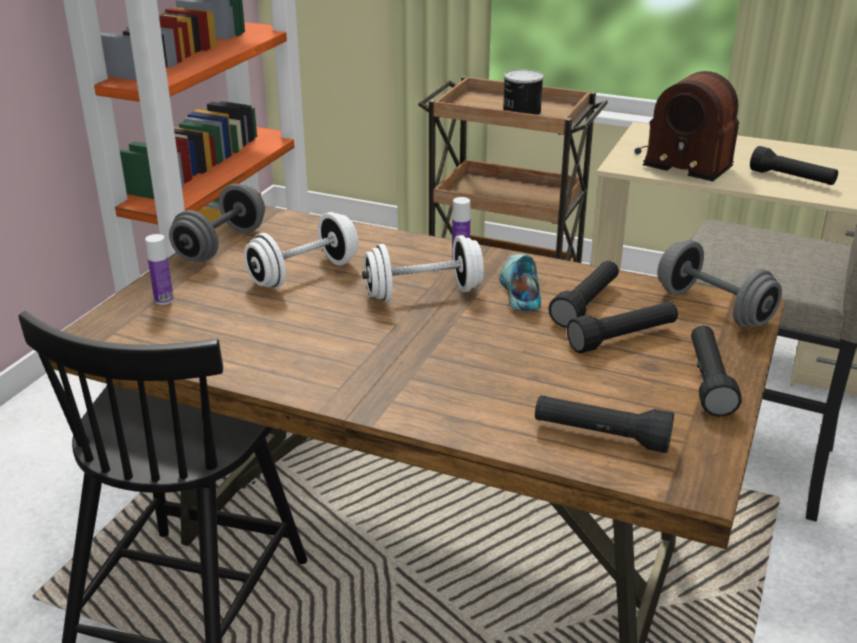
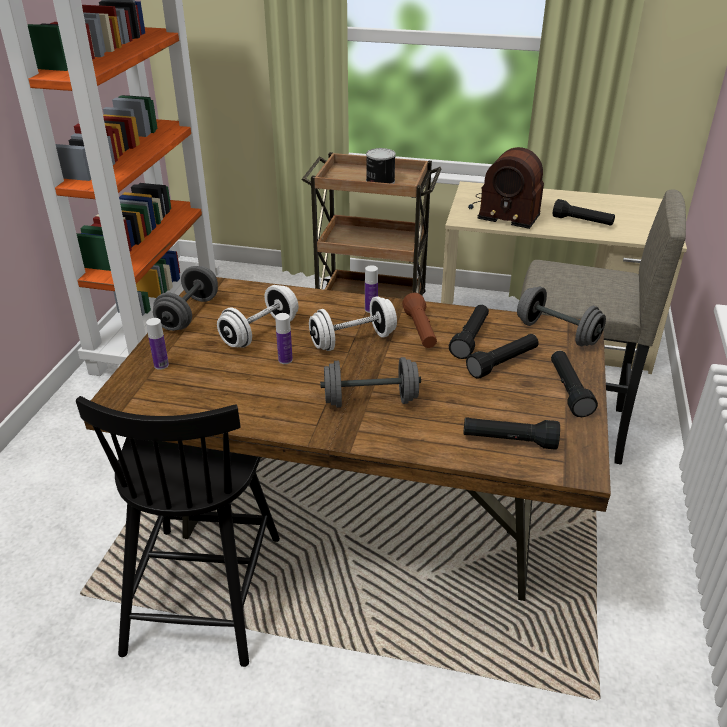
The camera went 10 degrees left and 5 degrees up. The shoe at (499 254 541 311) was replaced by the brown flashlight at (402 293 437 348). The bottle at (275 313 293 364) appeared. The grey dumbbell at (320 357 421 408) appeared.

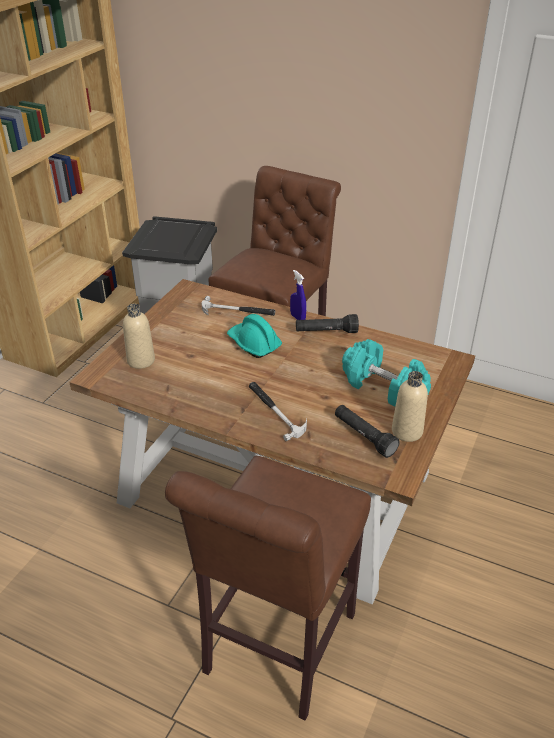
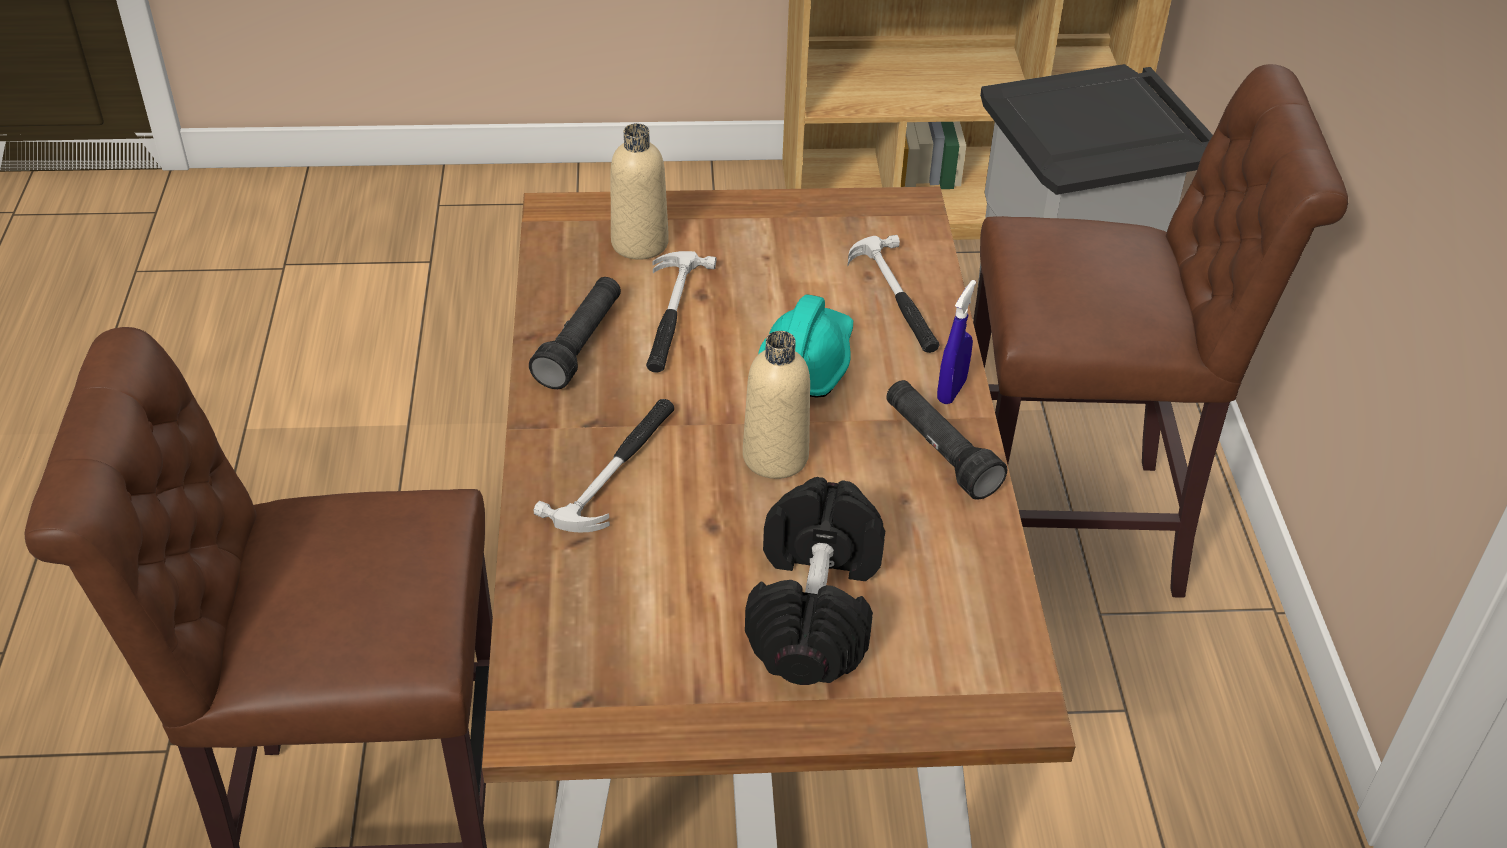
The camera went 60 degrees right and 5 degrees up. The turquoise dumbbell at (342 339 431 406) became the black dumbbell at (745 477 885 685). The beige bottle moved from (392 371 428 442) to (743 331 810 479). The black flashlight moved from (335 405 400 458) to (529 277 621 389). The hammer at (646 251 717 373) appeared.

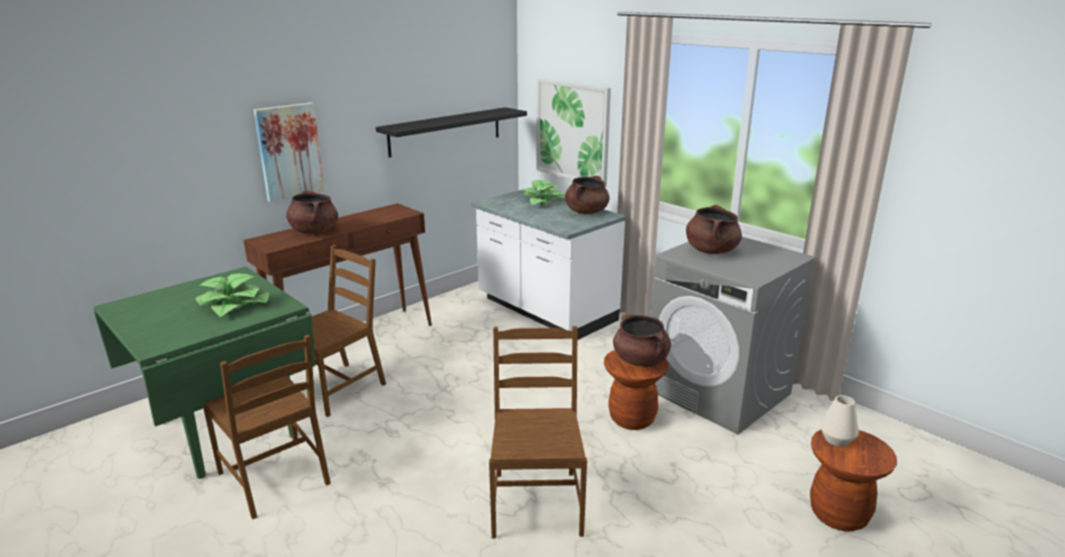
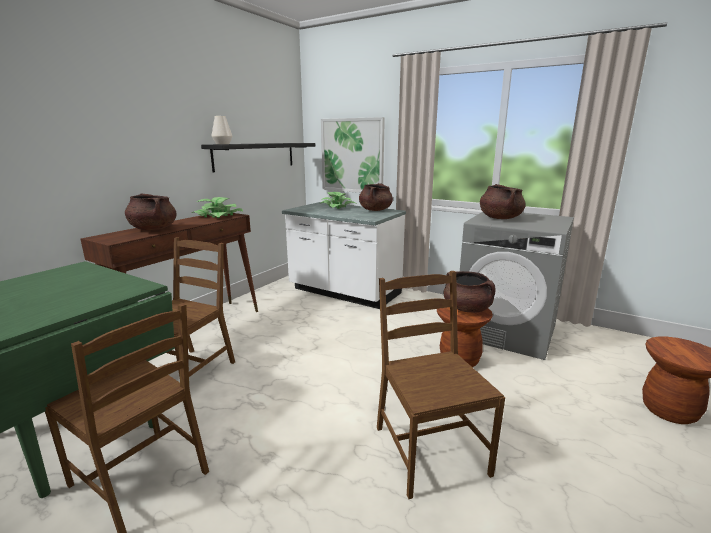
The camera went 15 degrees left and 5 degrees down. The picture at (254 103 324 202) disappeared. The potted plant moved from (196 273 270 317) to (192 197 243 218). The white vase moved from (820 395 859 447) to (212 116 233 144).

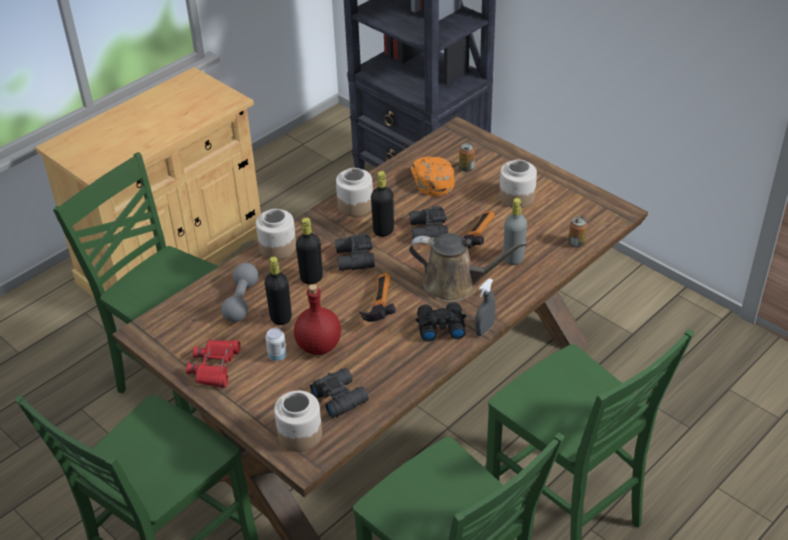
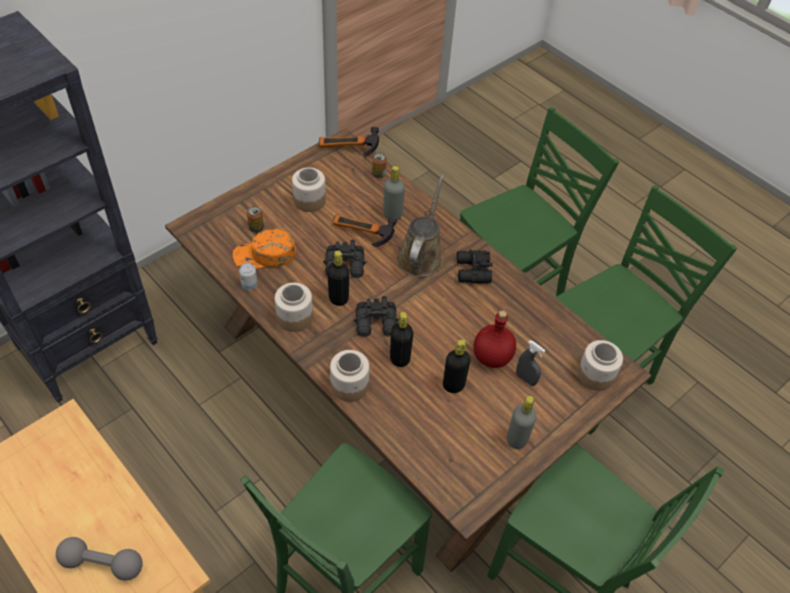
The camera went 90 degrees left and 10 degrees up. The grey dumbbell moved from (221 263 259 322) to (56 537 143 581). The hammer moved from (359 272 396 322) to (319 127 379 157). The grey spray bottle moved from (475 279 496 336) to (516 340 545 386). The can moved from (265 328 287 361) to (239 262 258 290). The red binoculars at (186 340 240 388) was replaced by the grey bottle at (507 395 537 449). The black binoculars at (310 368 369 418) disappeared.

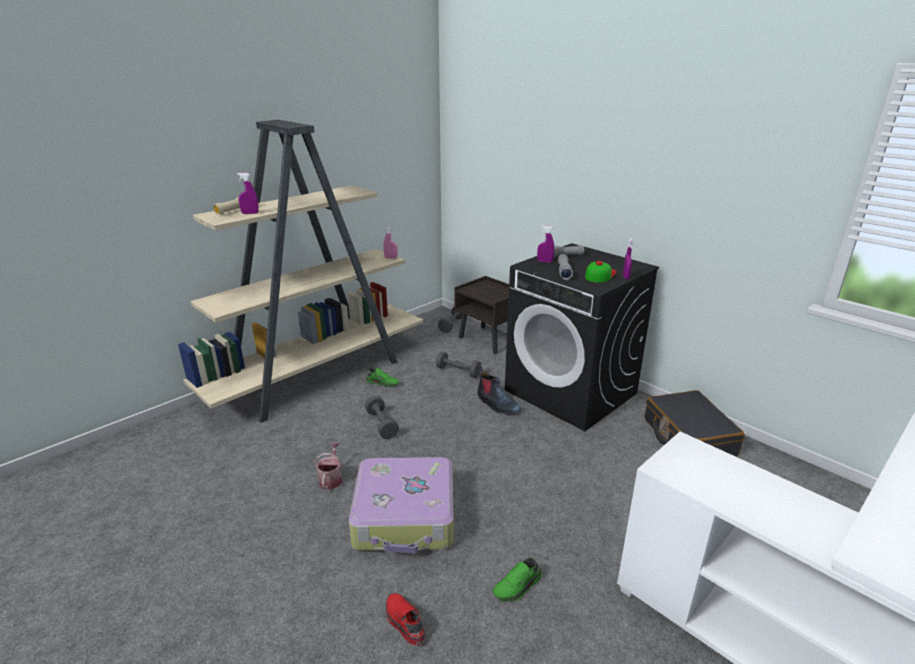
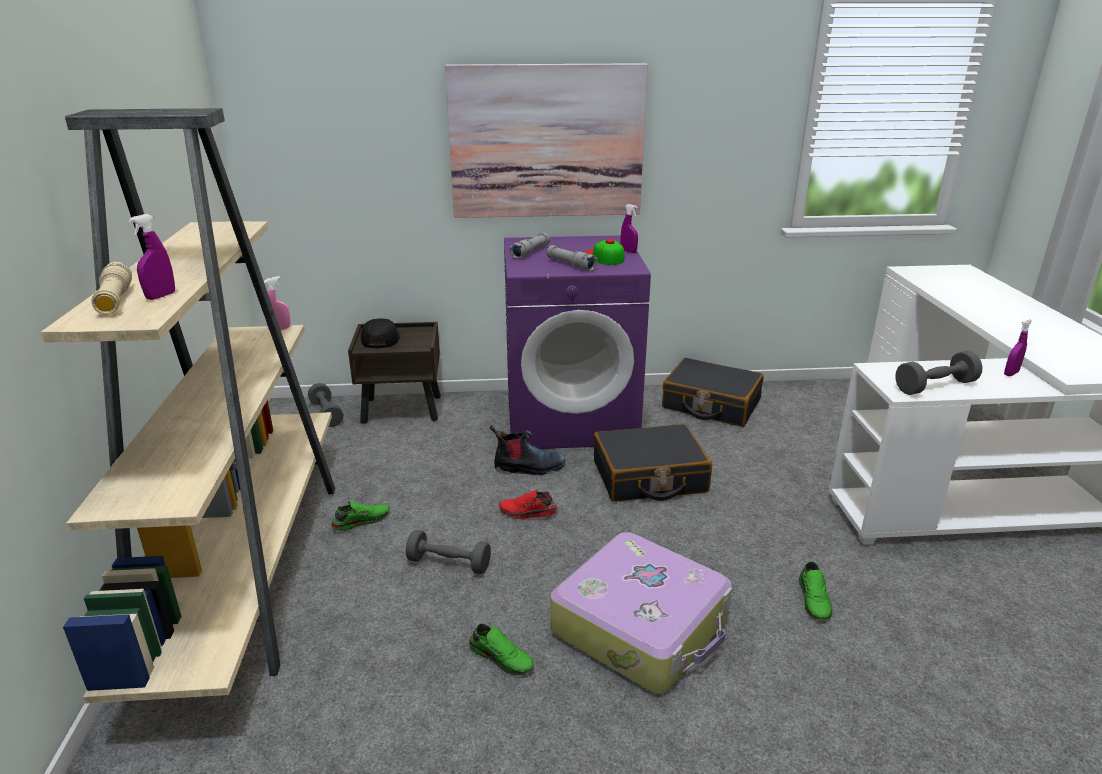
The camera went 50 degrees left and 0 degrees up. The purple spray bottle moved from (537 225 554 263) to (1004 319 1032 376). The black washing machine at (505 243 659 431) became the purple washing machine at (504 235 651 449). The grey dumbbell moved from (436 352 481 378) to (895 351 983 395). The watering can at (315 443 342 489) was replaced by the green shoe at (469 624 534 675). The red shoe moved from (386 593 426 645) to (499 490 558 519). The picture at (445 63 648 218) appeared. The black cap at (361 319 401 348) appeared. The black suitcase at (594 424 712 502) appeared.

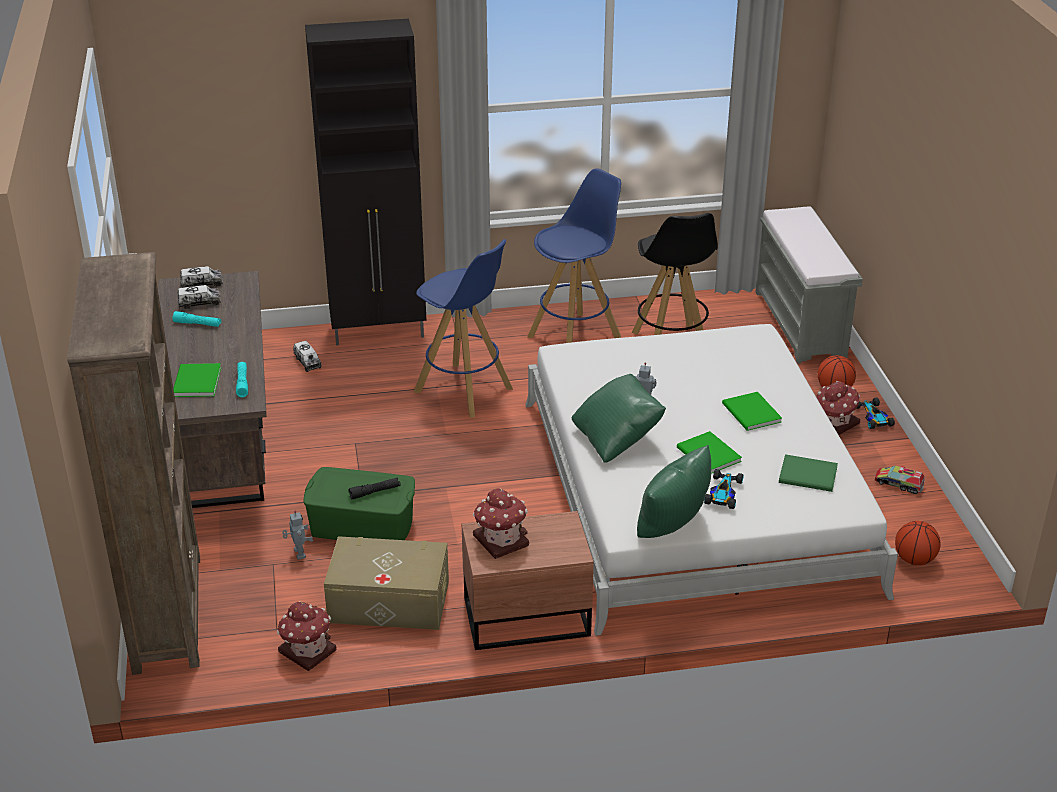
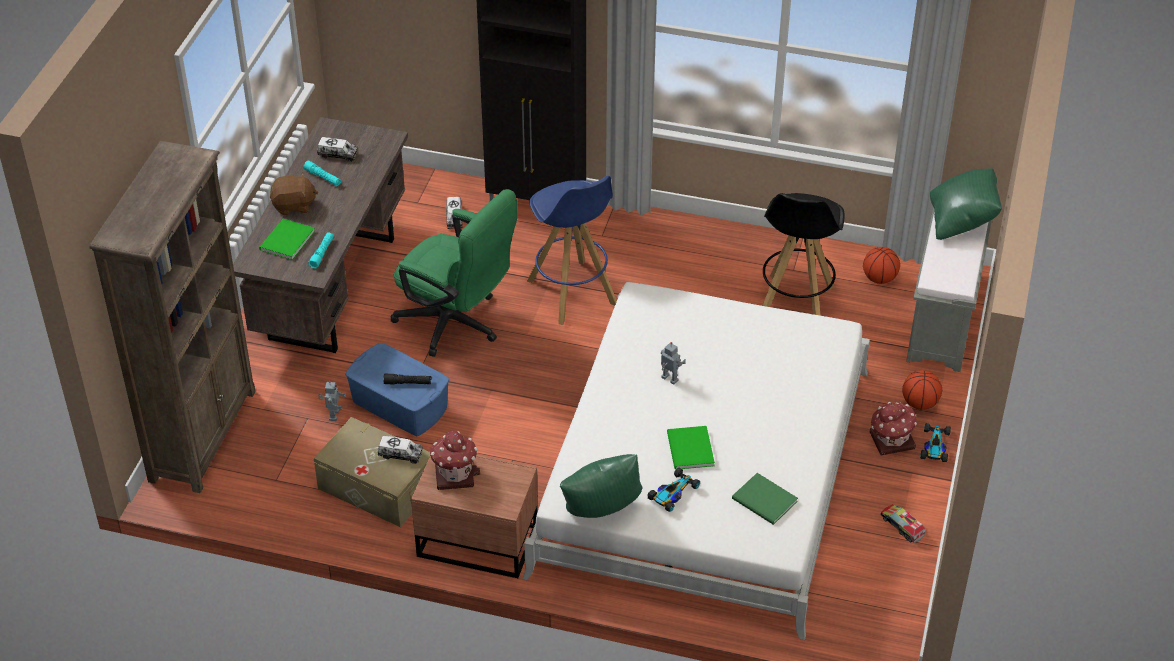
The camera went 25 degrees right and 10 degrees up. The blue stool at (527 168 621 343) disappeared. The toy truck moved from (180 266 223 288) to (378 436 423 464). The green pillow moved from (571 374 666 463) to (930 168 1002 240). The green book at (722 392 782 431) disappeared. The green storage box at (304 467 415 540) became the blue storage box at (345 343 449 436). The basketball moved from (895 521 940 565) to (863 247 900 284). The toy house at (277 601 336 671) disappeared. The brown plush toy at (270 173 318 215) appeared. The green office chair at (391 189 518 357) appeared.

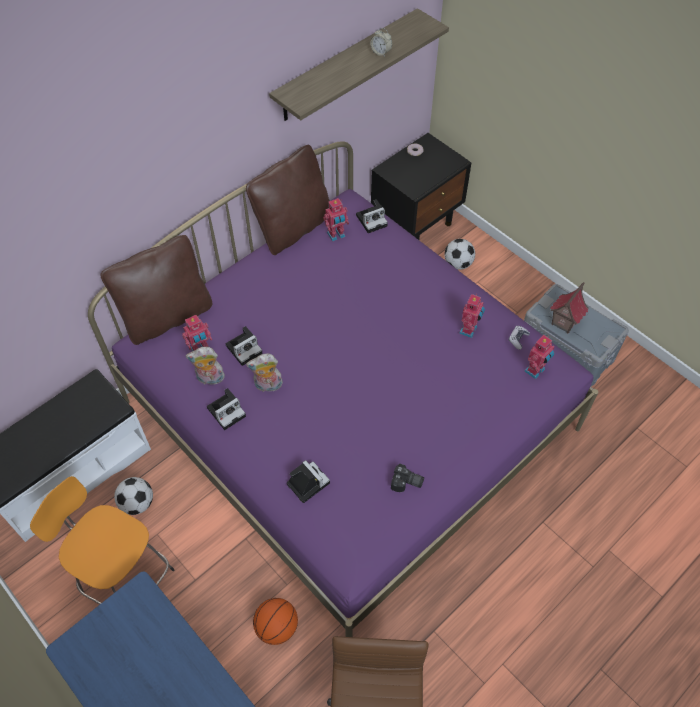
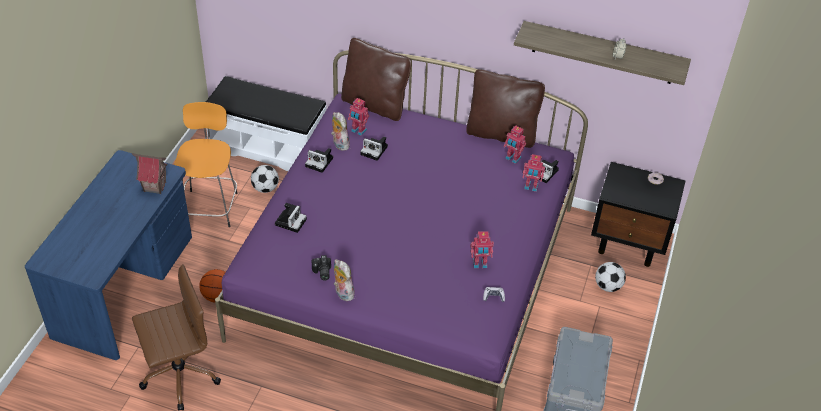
The camera went 60 degrees right and 10 degrees down. The toy house moved from (550 282 589 333) to (132 153 168 194). The toy robot moved from (524 335 554 379) to (523 154 545 192). The plush toy moved from (246 353 283 392) to (334 259 355 301).

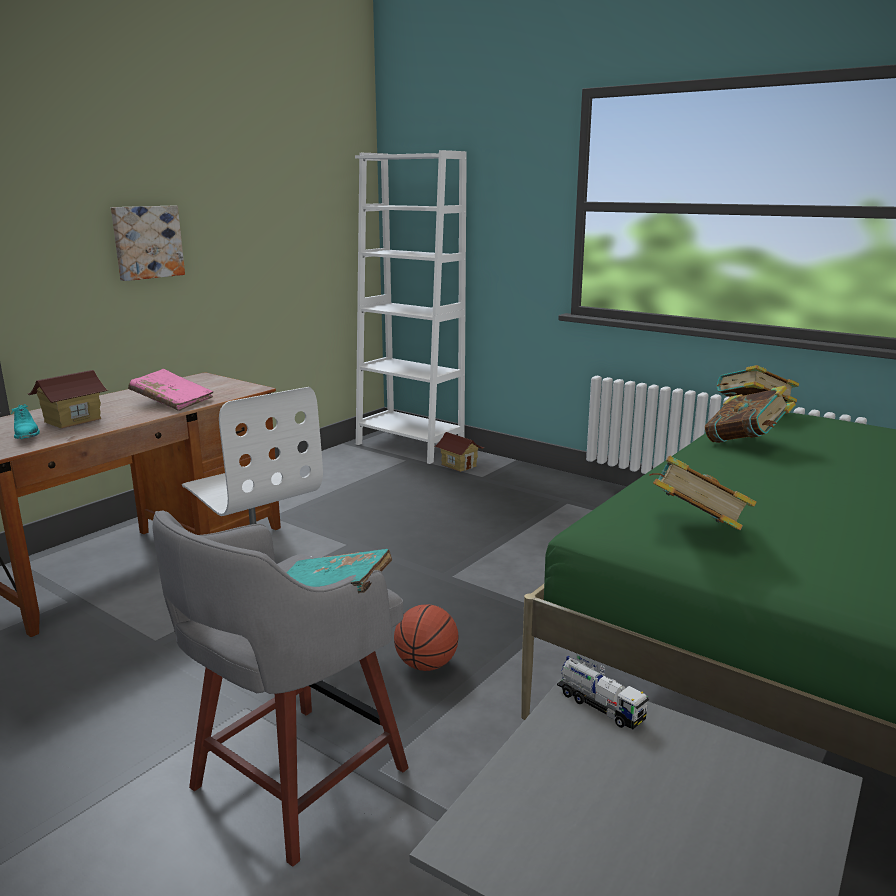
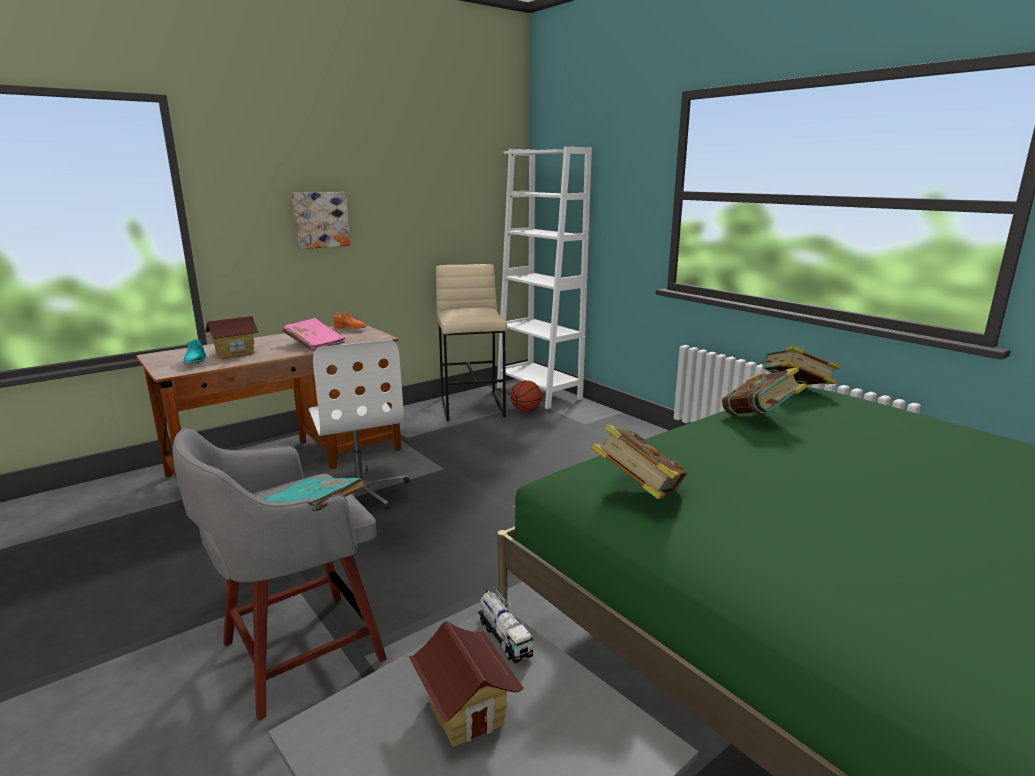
The camera went 15 degrees right and 0 degrees up. The toy house moved from (435 432 484 472) to (409 621 524 747). The basketball moved from (394 604 459 671) to (510 380 542 412). The beige stool at (436 264 507 422) appeared. The orange shoe at (333 310 367 329) appeared.

